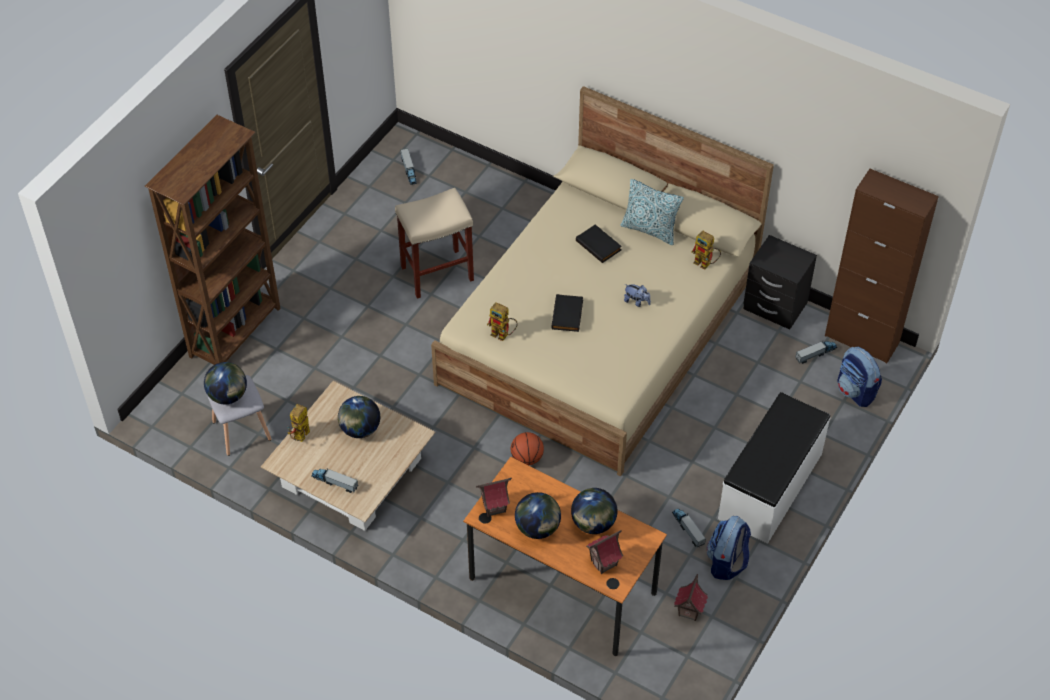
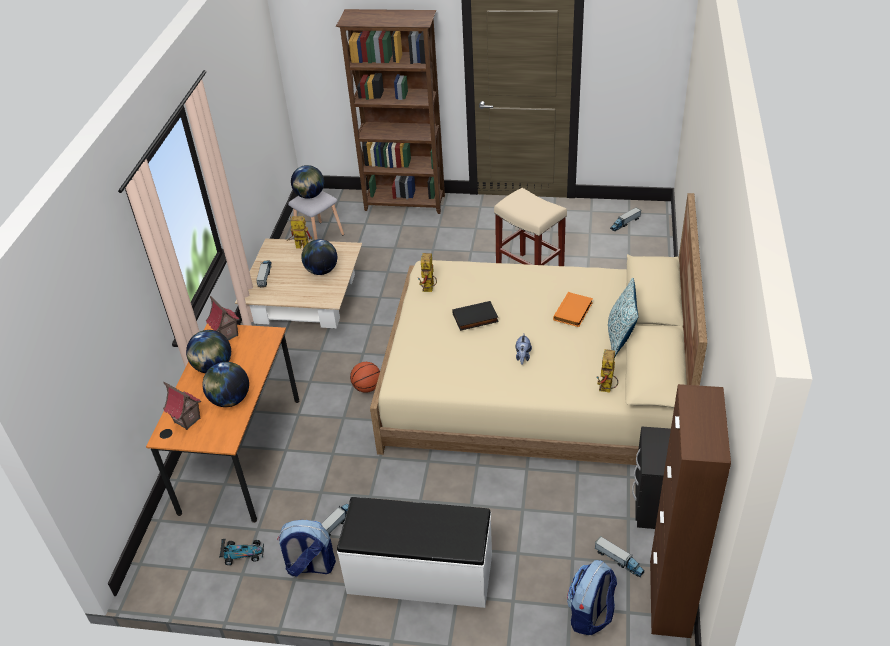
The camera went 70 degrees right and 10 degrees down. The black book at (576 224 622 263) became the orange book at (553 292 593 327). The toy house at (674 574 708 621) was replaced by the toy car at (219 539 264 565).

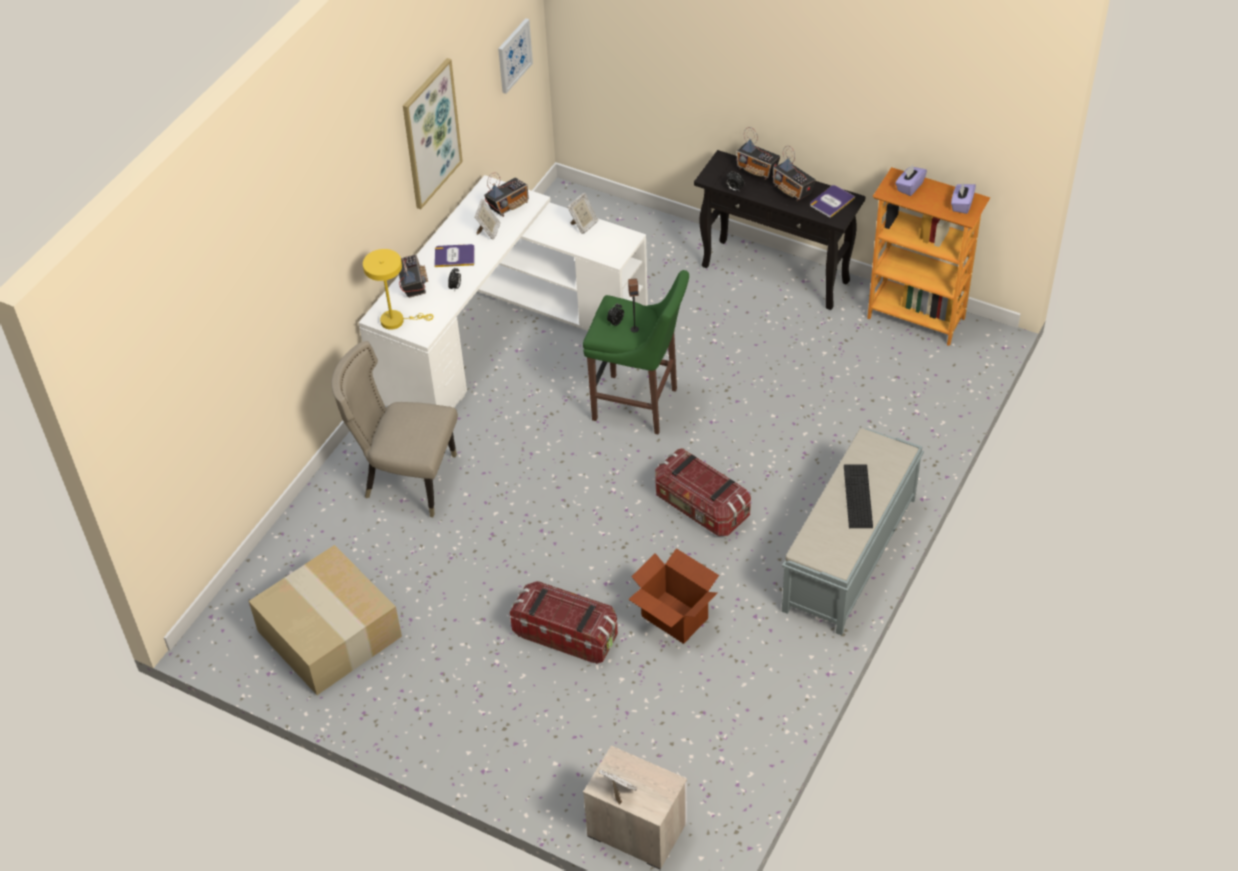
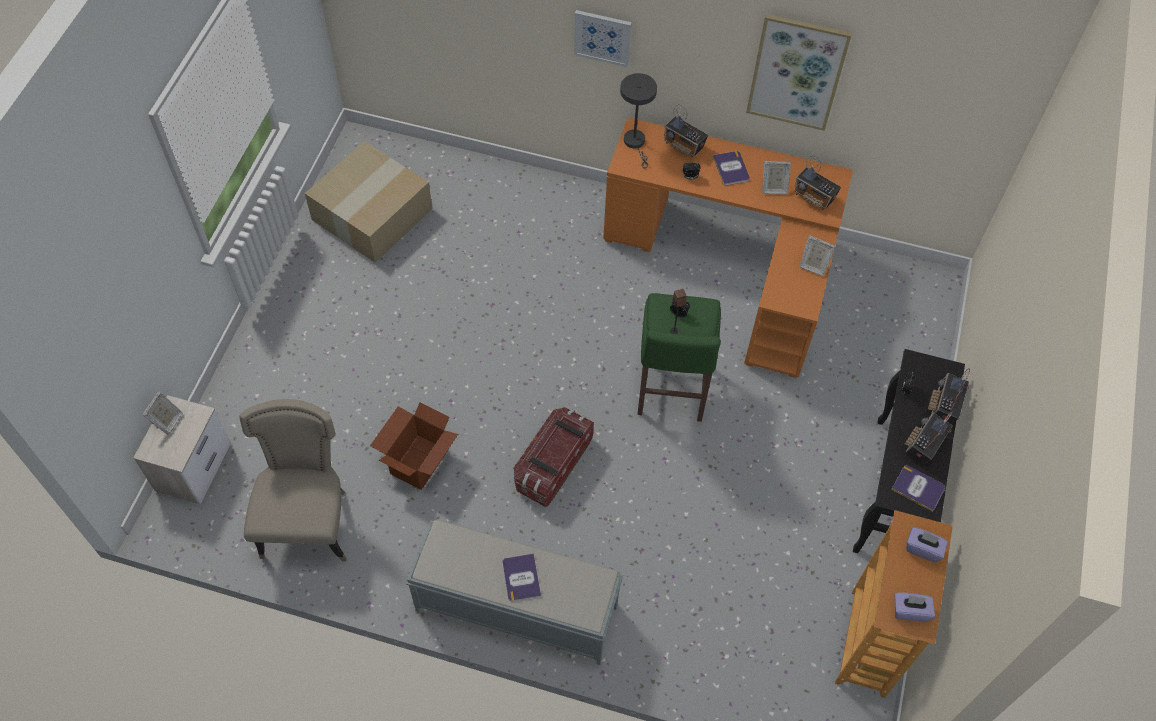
The camera went 75 degrees right and 10 degrees up. The picture moved from (498 18 533 94) to (574 10 632 67). The white desk at (358 175 648 408) became the orange desk at (603 117 853 378). The yellow table lamp at (363 249 434 330) became the grey table lamp at (620 73 657 168). The radio at (399 254 428 298) turned 60 degrees clockwise. The beige chair moved from (332 341 458 517) to (239 399 347 562). The keyboard at (844 464 873 528) was replaced by the book at (503 553 541 601). The storage box at (510 581 618 664) disappeared.

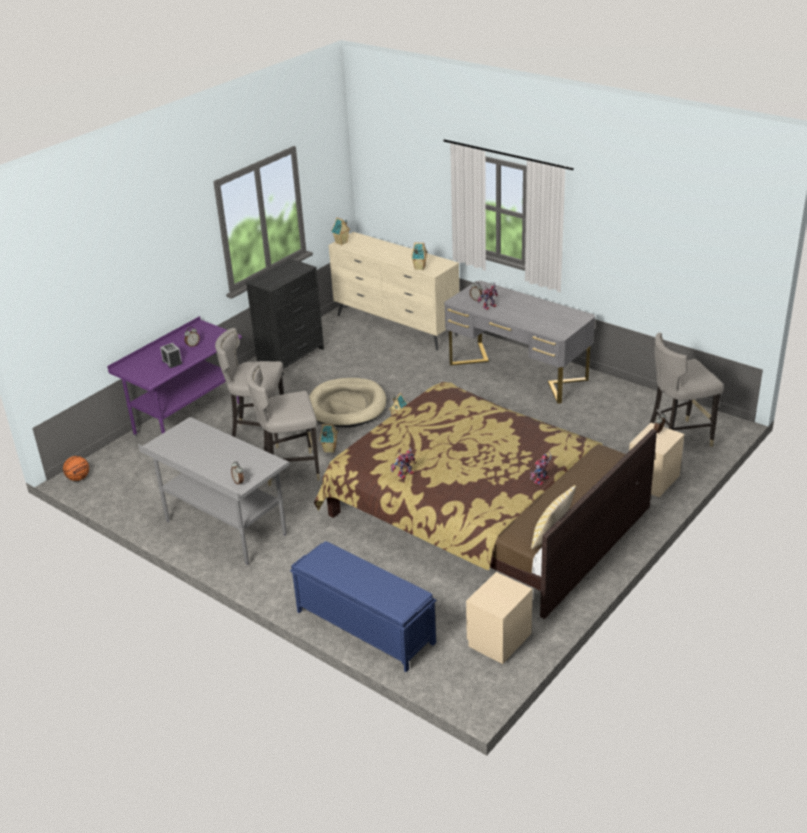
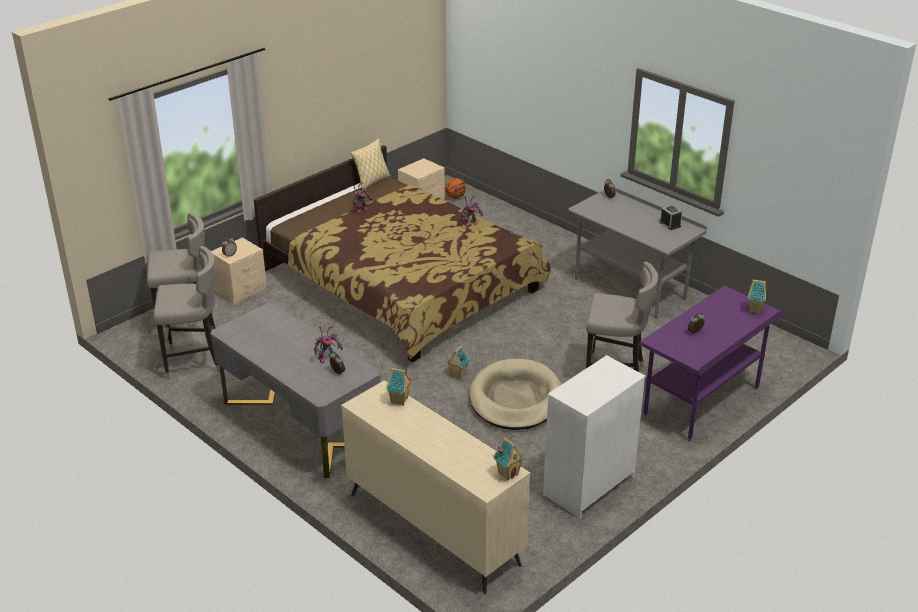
The camera went 175 degrees left and 0 degrees up. The black dresser at (246 259 324 375) became the white dresser at (543 355 646 518). The alarm clock moved from (160 343 182 368) to (660 205 682 230). The grey stool moved from (246 363 320 486) to (153 246 220 380). The toy house moved from (320 424 338 453) to (748 279 767 314). The basketball moved from (63 456 89 481) to (445 178 466 199). The blue bench at (290 541 436 672) disappeared.

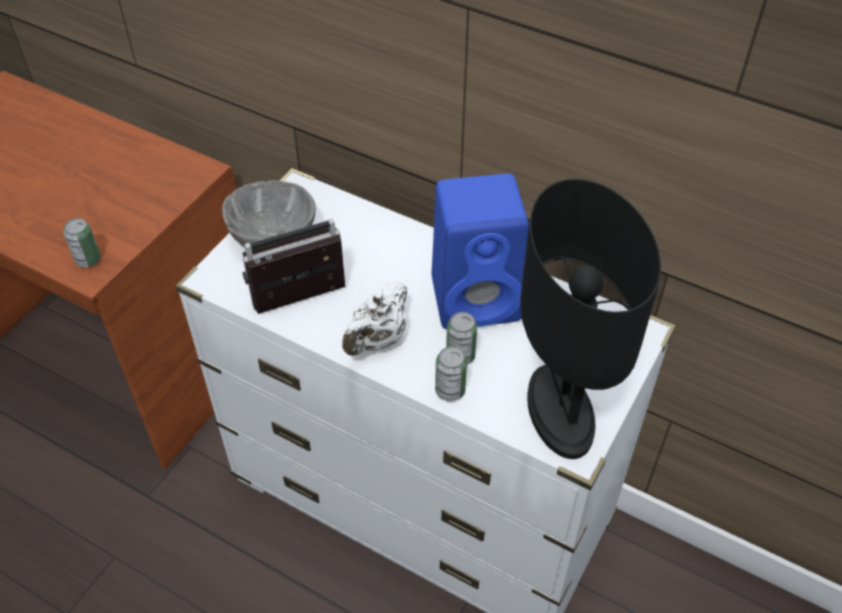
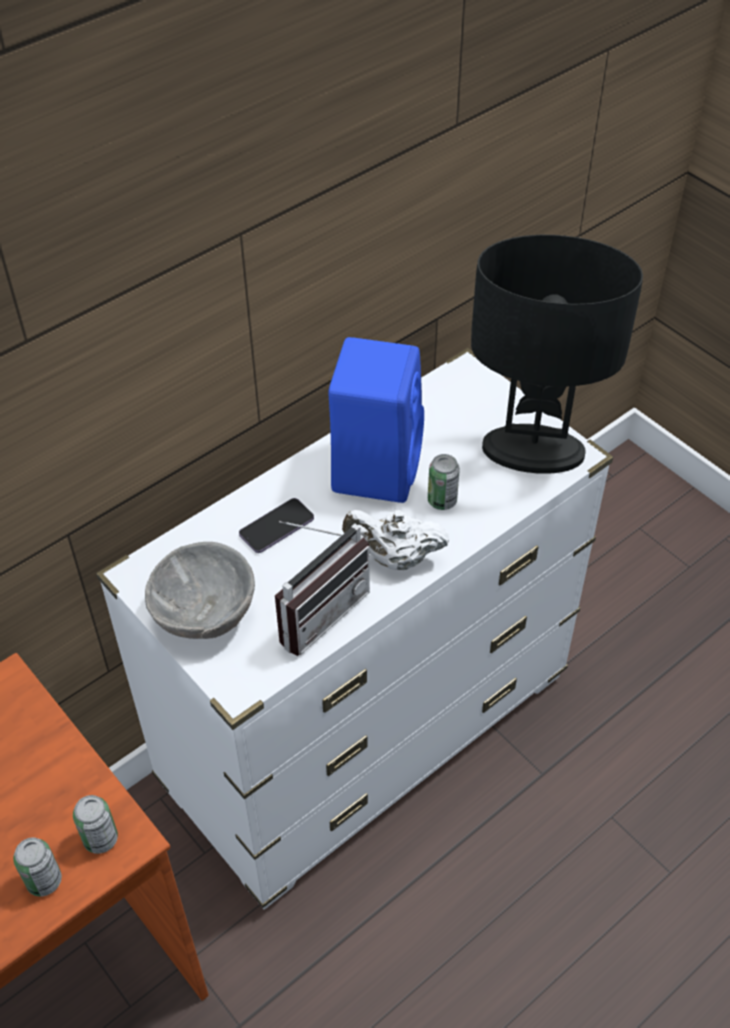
The camera went 70 degrees left and 0 degrees up. The radio at (242 218 345 314) turned 135 degrees counterclockwise. The white teapot at (342 281 407 356) turned 135 degrees clockwise. The can moved from (435 347 467 401) to (13 838 62 896). The phone at (239 498 314 553) appeared.

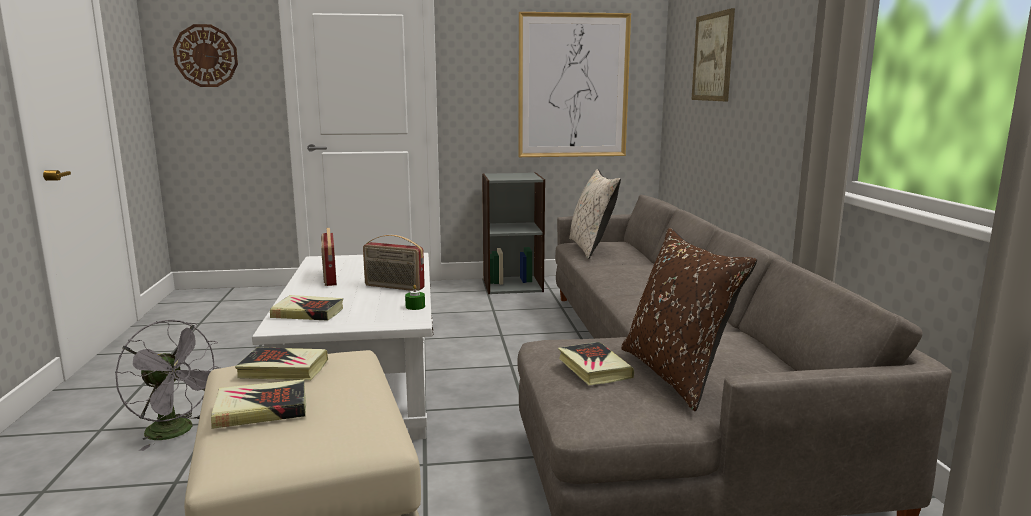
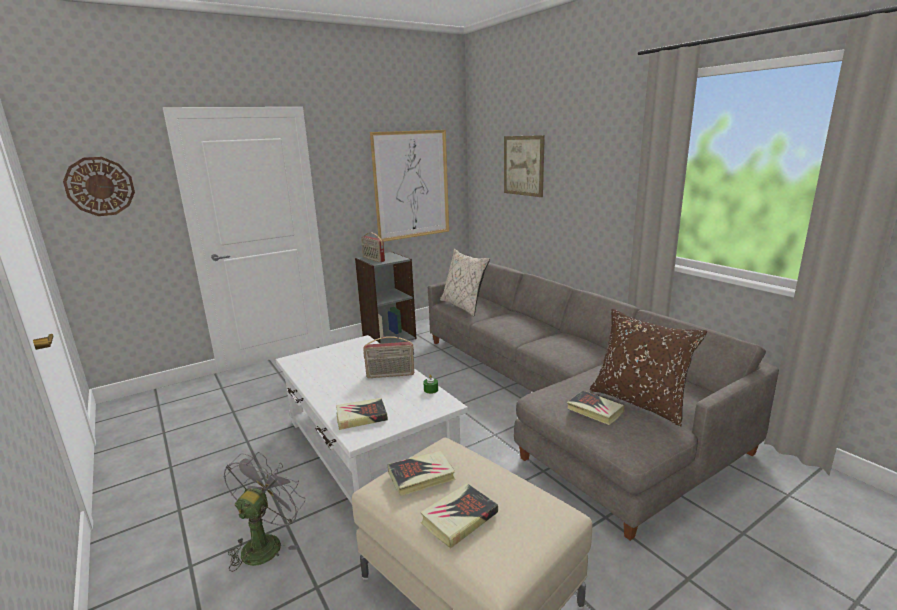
The camera went 25 degrees left and 5 degrees up. The radio moved from (321 228 337 286) to (361 233 385 262). The grey fan at (115 320 220 451) turned 75 degrees counterclockwise.

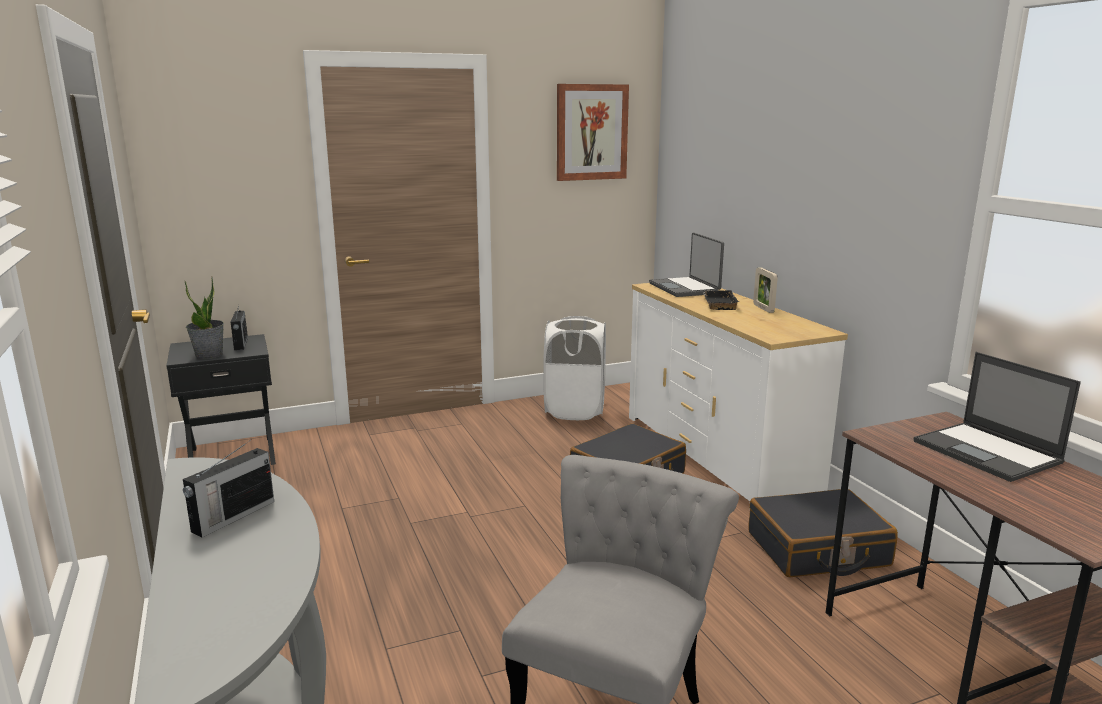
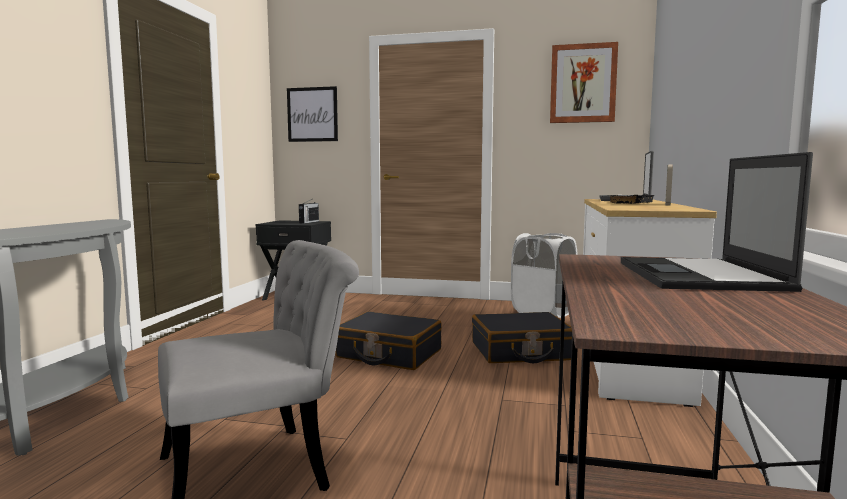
The camera went 35 degrees right and 10 degrees down. The potted plant at (185 277 224 359) disappeared. The radio at (183 439 274 537) disappeared. The black suitcase moved from (749 489 898 577) to (335 311 442 370). The picture at (287 86 338 142) appeared.

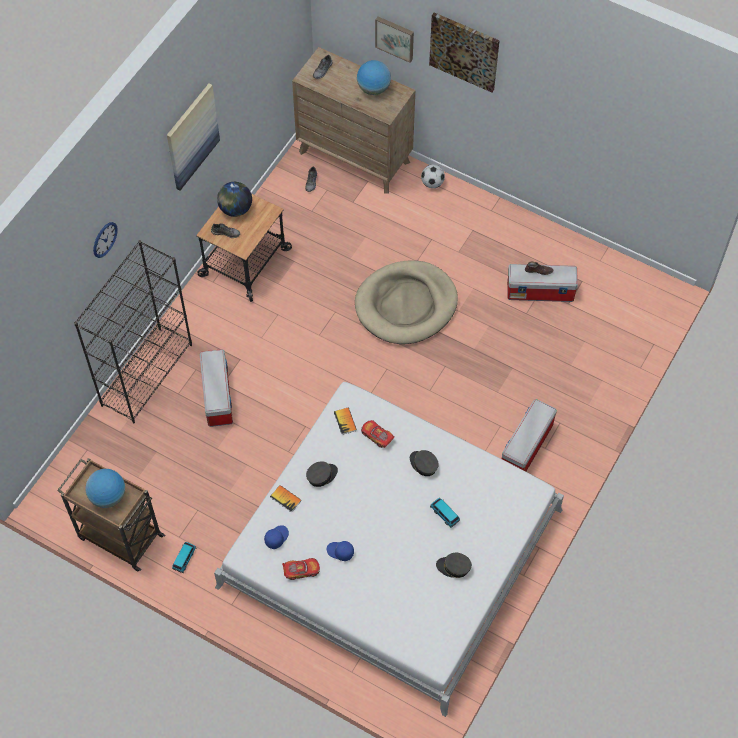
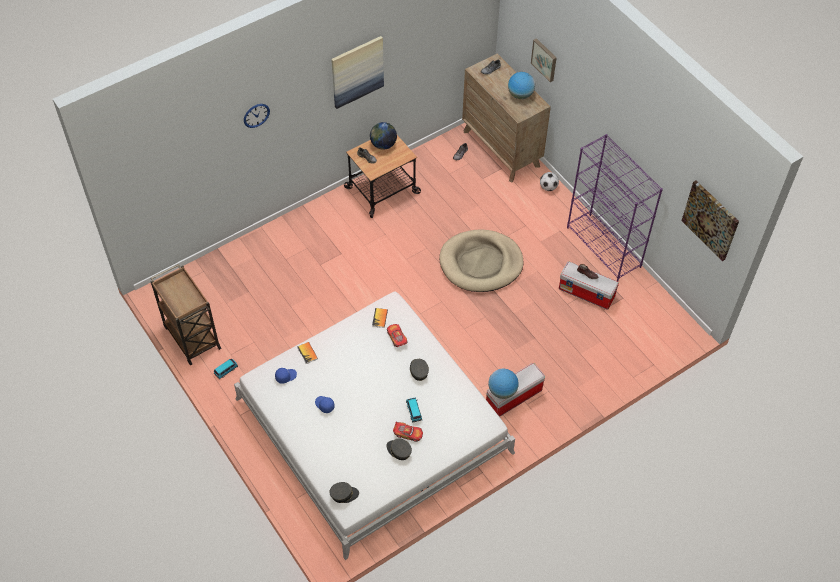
The camera went 25 degrees right and 5 degrees down. The picture moved from (429 12 500 93) to (682 181 739 261). The black bookcase at (74 240 192 424) disappeared. The storage box at (199 349 233 427) disappeared. The grey cap moved from (306 461 338 487) to (329 482 359 503). The globe moved from (85 469 125 508) to (488 369 519 399). The toy car moved from (282 558 320 580) to (393 422 423 442). The purple bookcase at (567 134 663 281) appeared.

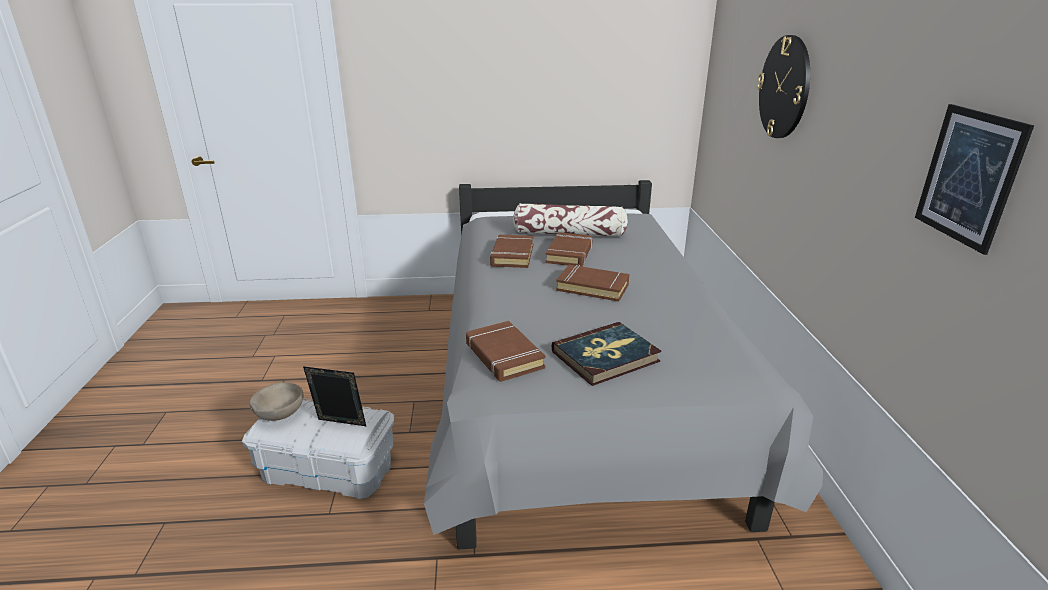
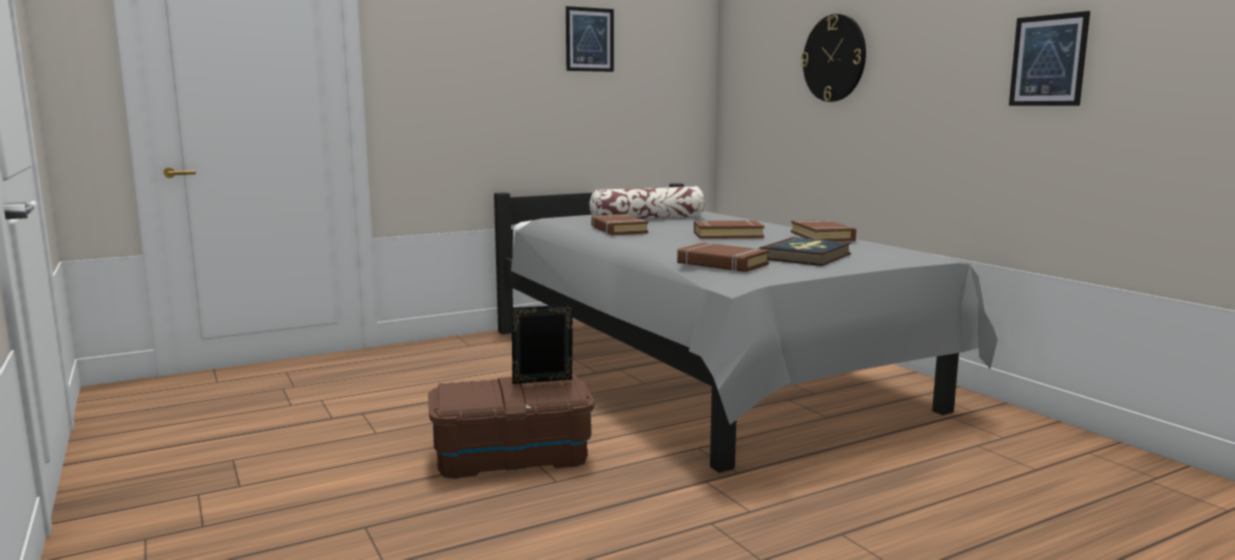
The camera went 25 degrees left and 15 degrees down. The brown book moved from (545 232 593 266) to (791 220 856 242). The beige bowl at (250 382 303 421) disappeared. The white storage box at (242 399 394 499) became the brown storage box at (428 374 595 479). The picture at (566 6 614 72) appeared.

